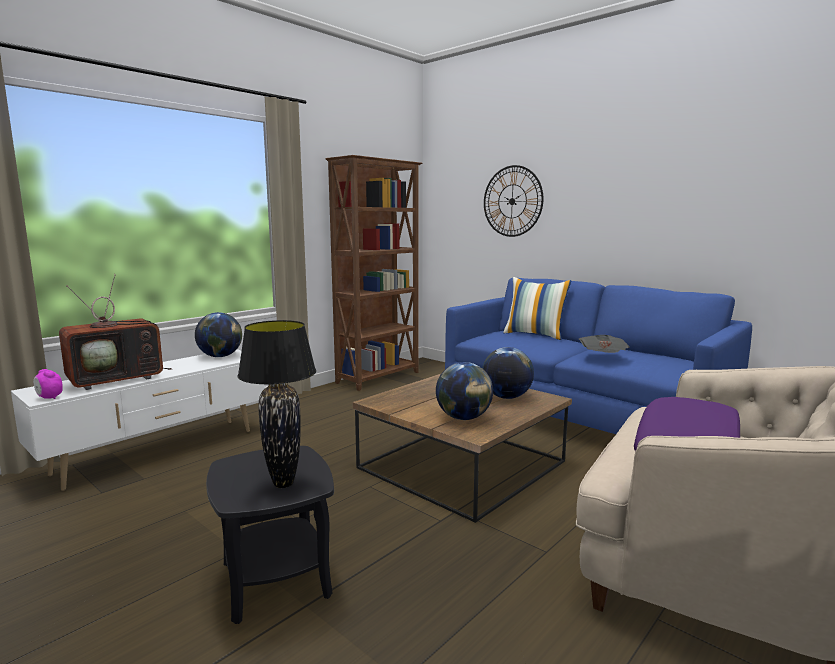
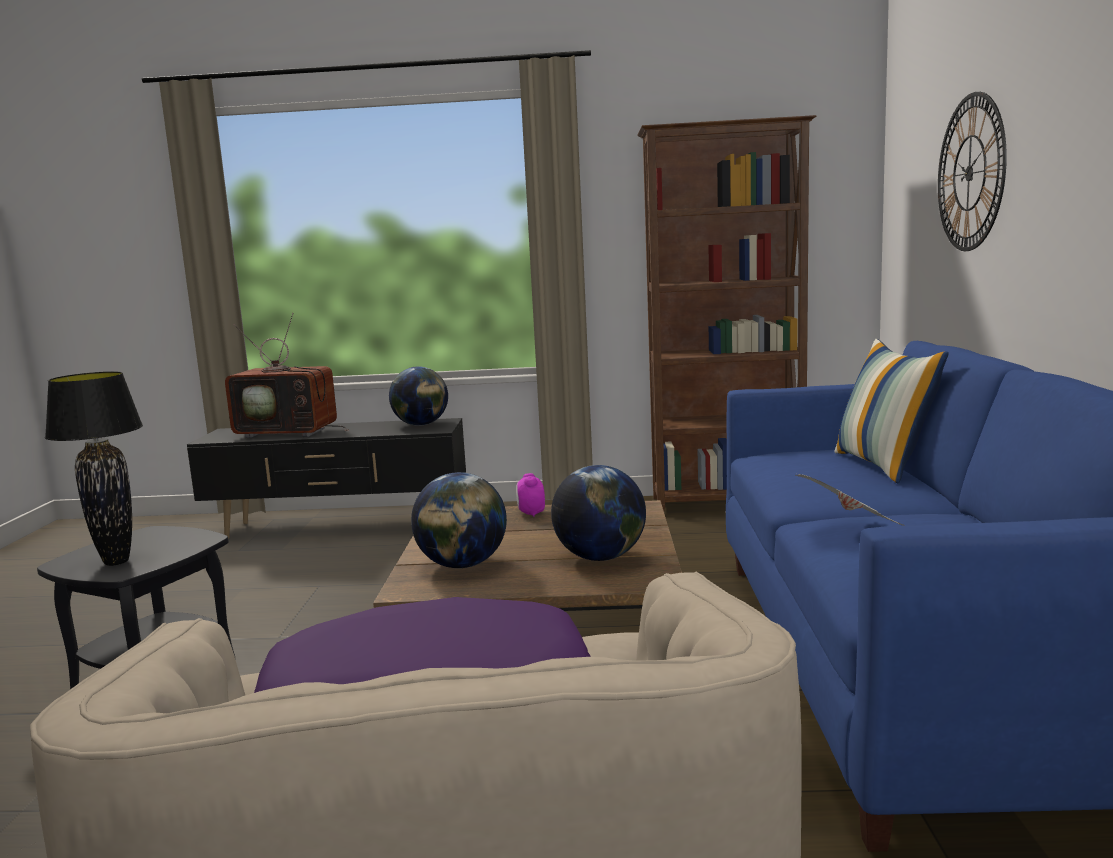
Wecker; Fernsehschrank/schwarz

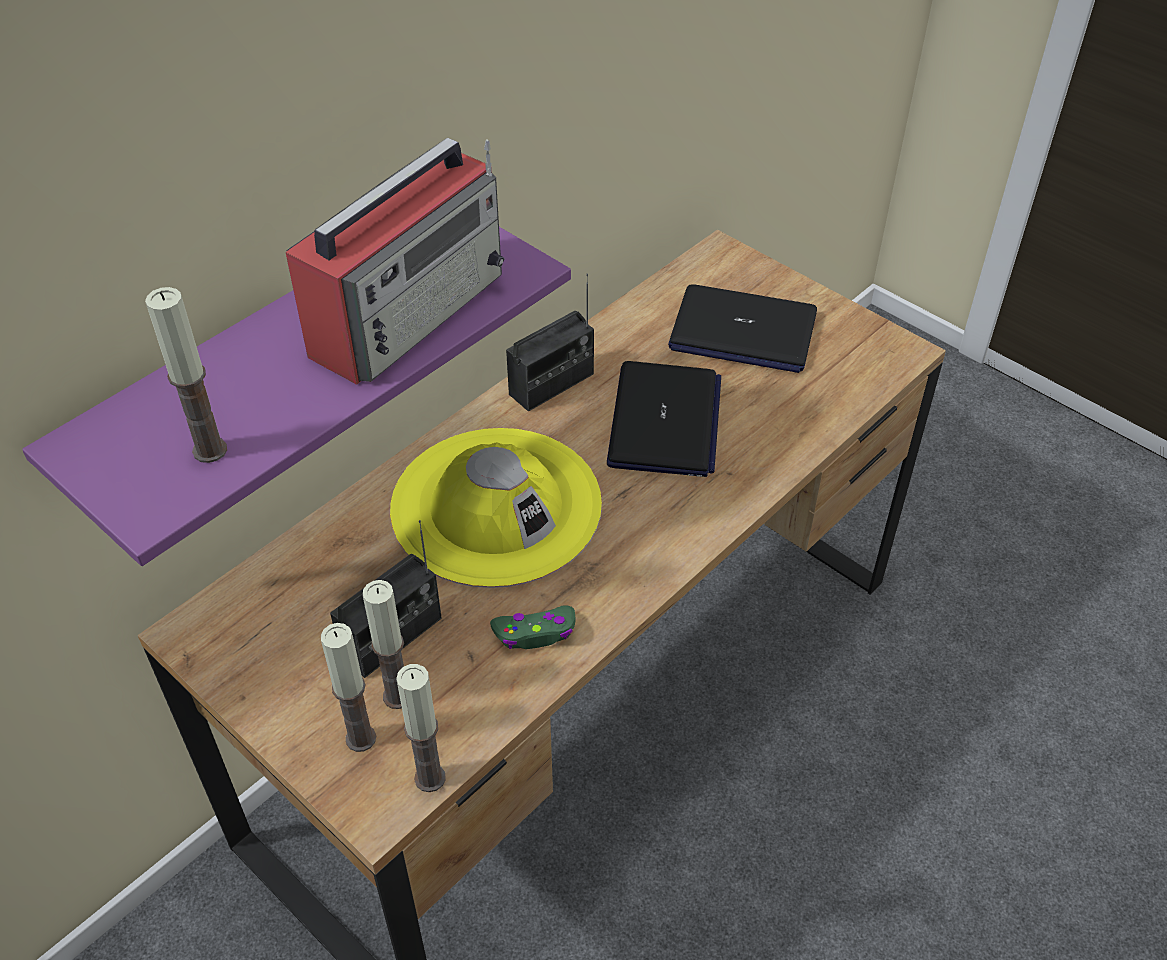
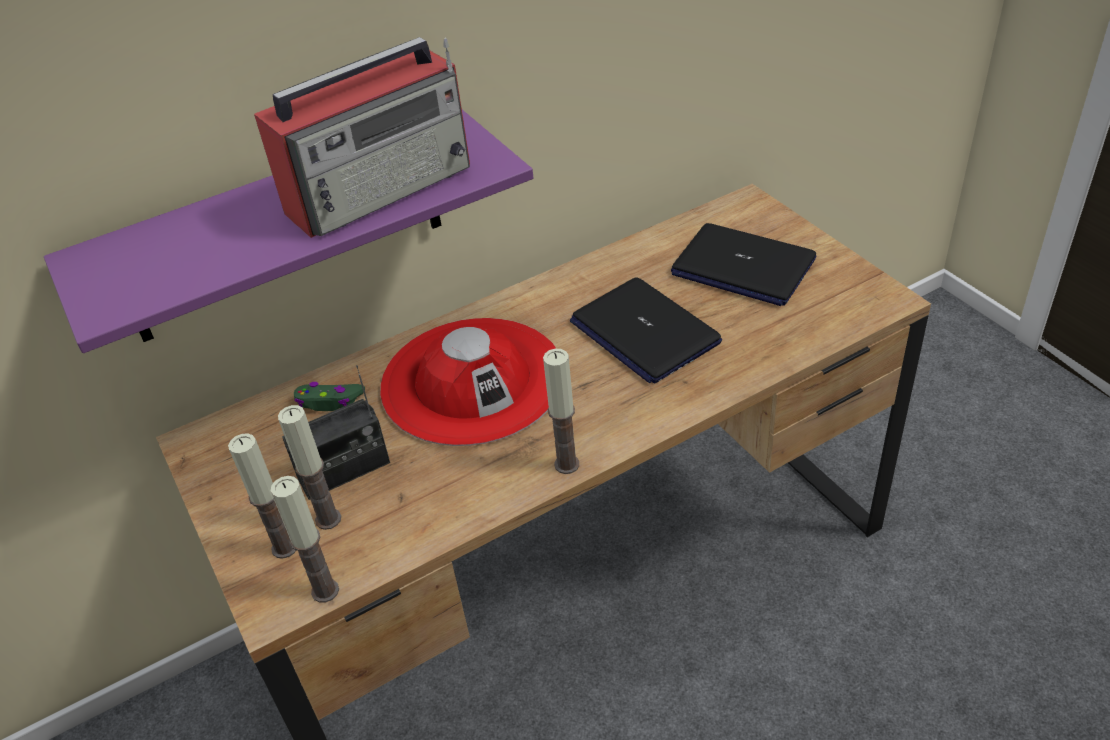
Radio (no. 3 from left in the first image); Kerze (no. 4 from left); Gamepad/grün; Hut/rot; Laptop (no. 1 from left)

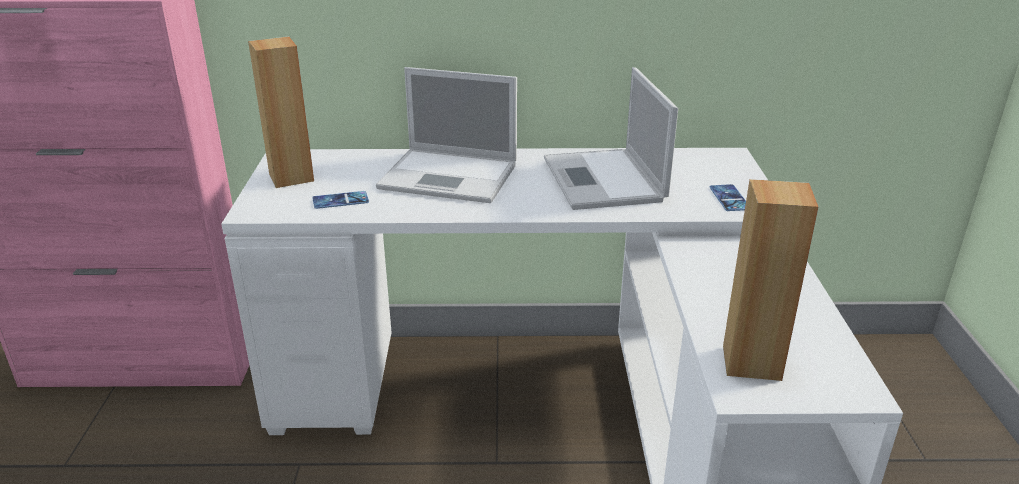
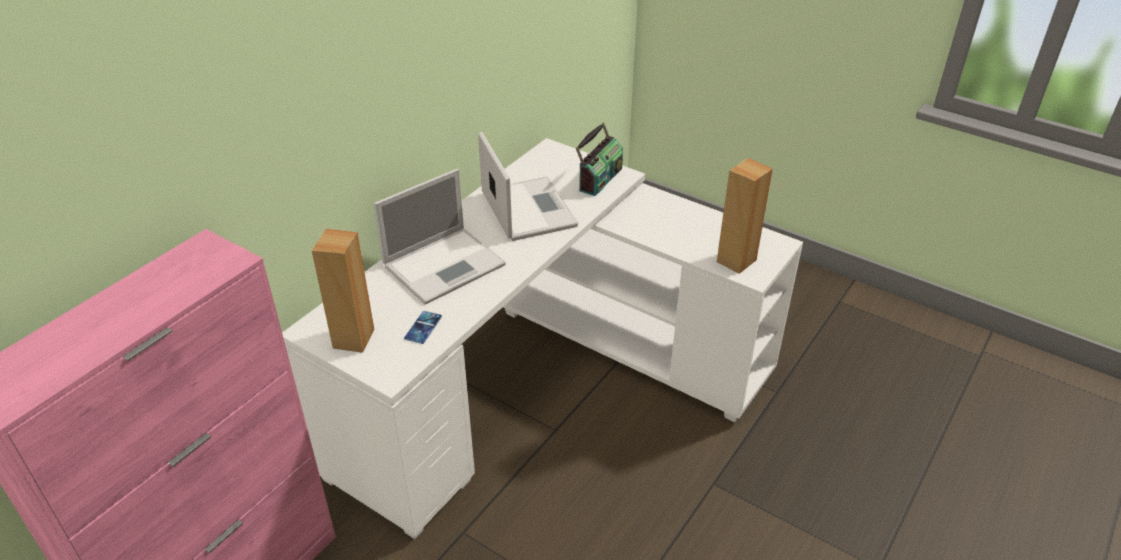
Radio; Laptop (no. 2 from left)

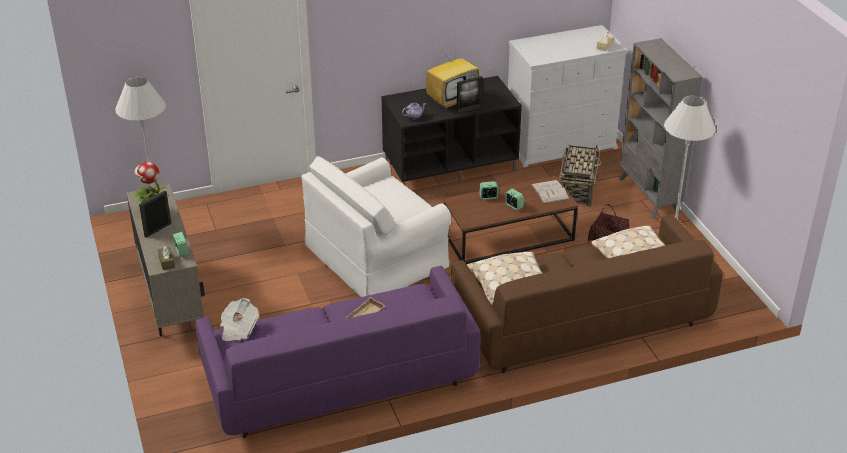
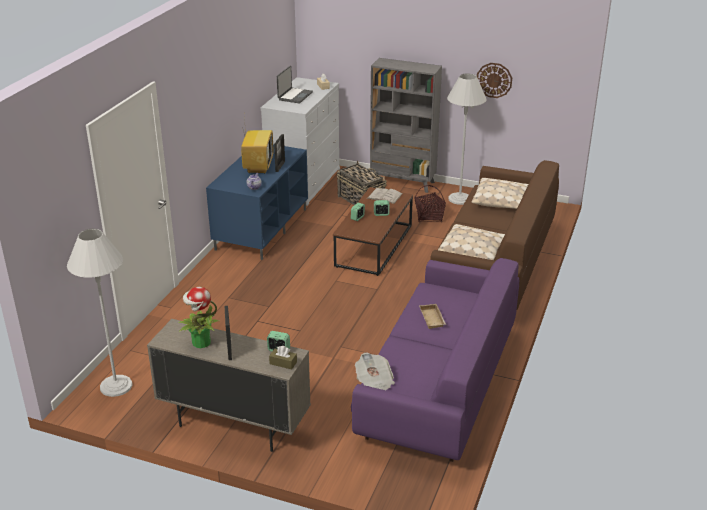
Sessel/weiß; Laptop; Wanduhr; Fernsehschrank/blau

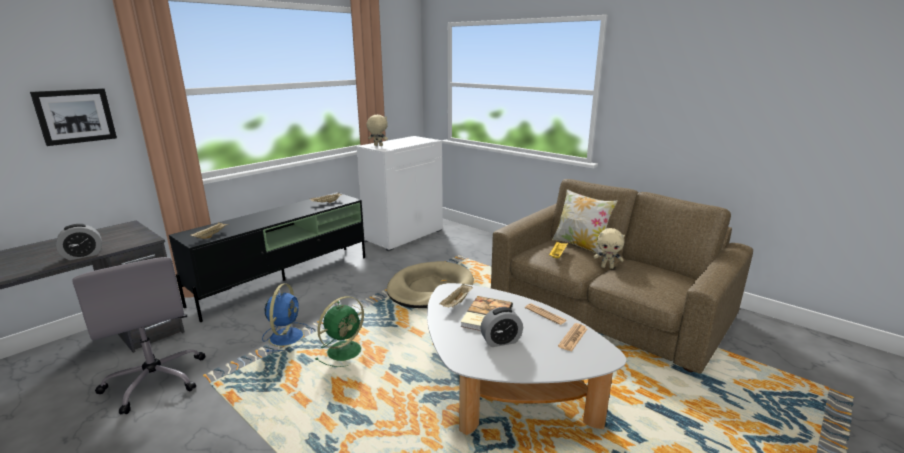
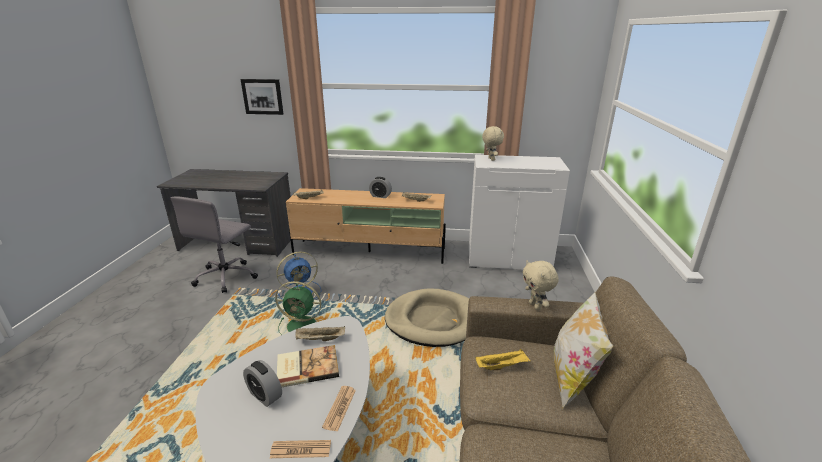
Wecker (no. 2 from left); Plüschtier/beige (no. 2 from left); Fernsehschrank/beige

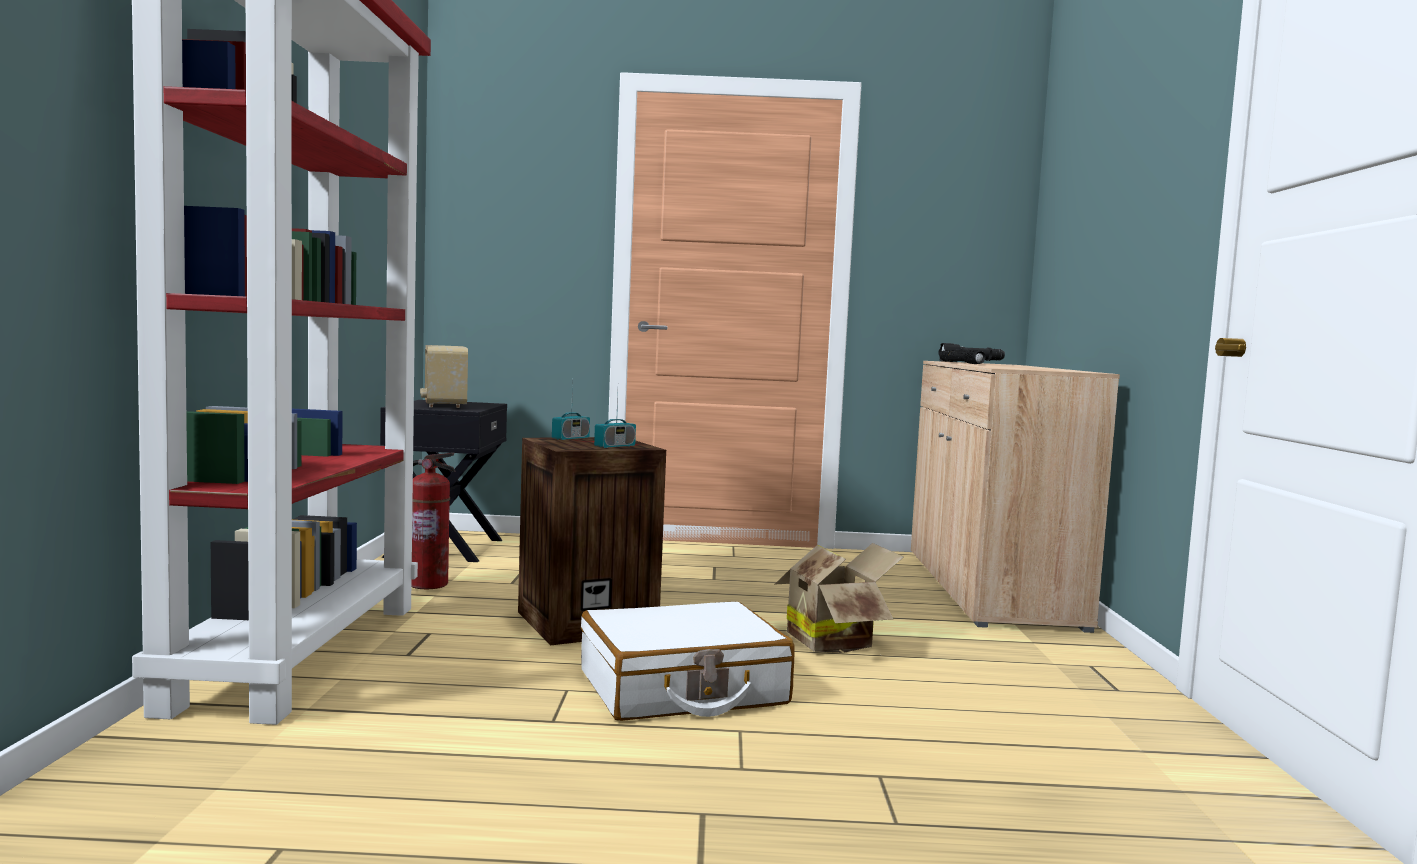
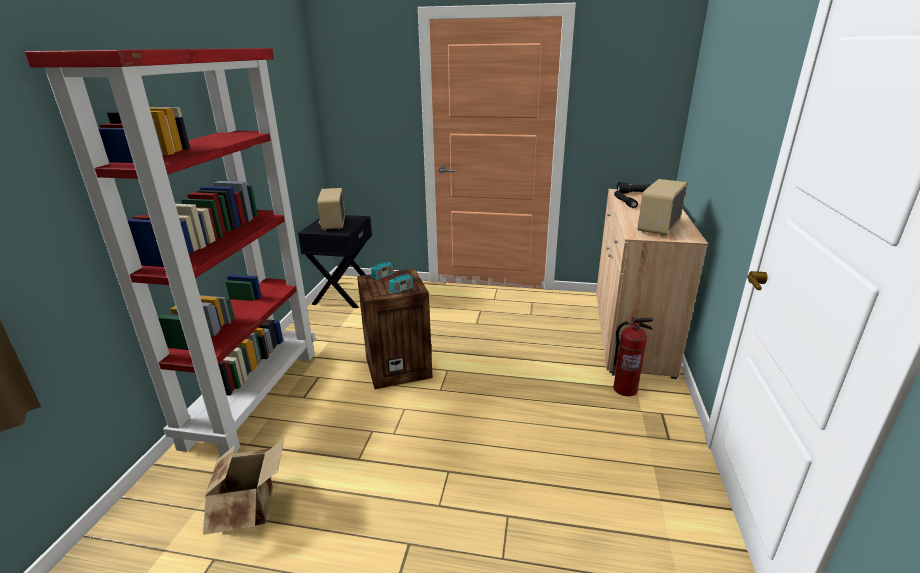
Koffer/weiß; Radio (no. 4 from left); Feuerlöscher; Karton

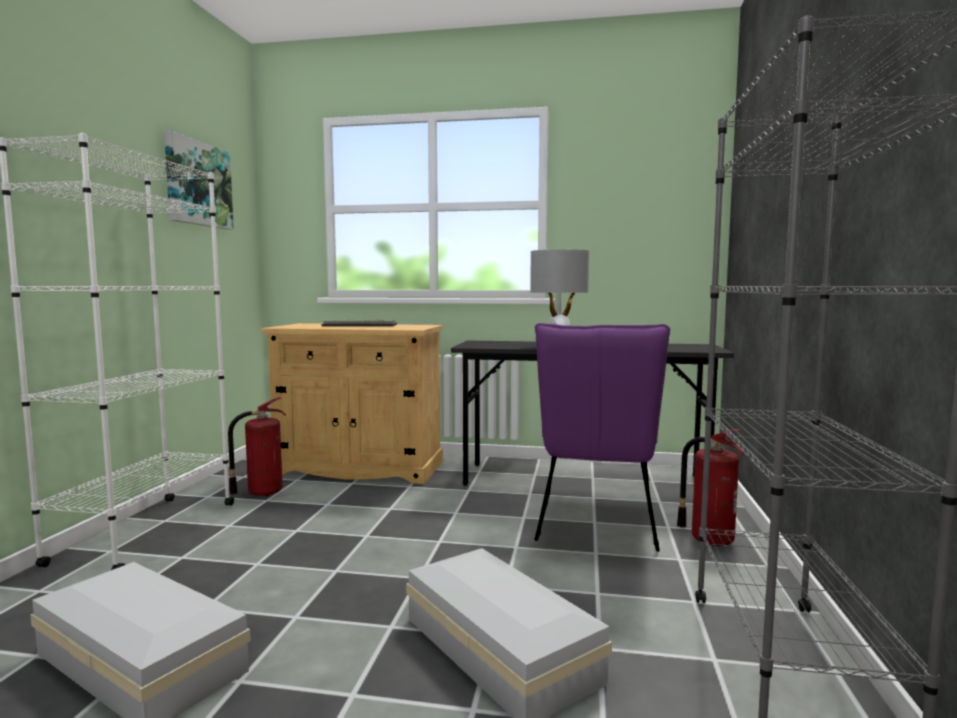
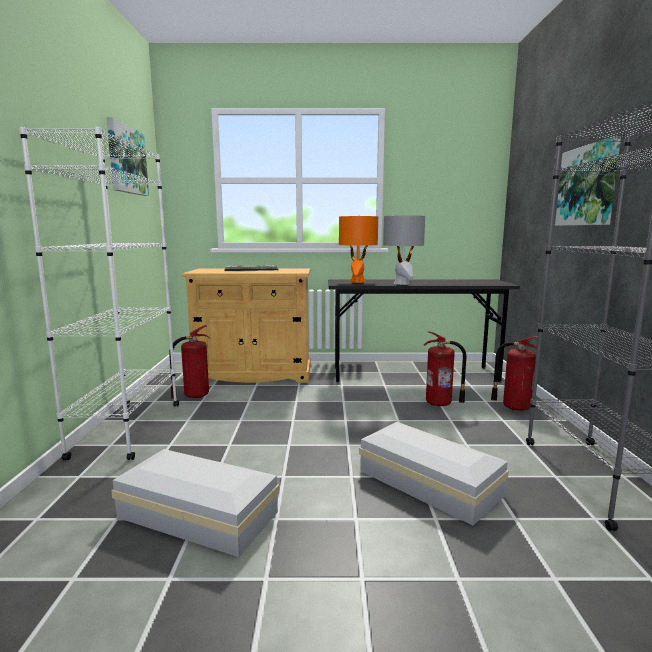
Tischlampe/orange; Bild (no. 2 from left); Feuerlöscher (no. 2 from left)

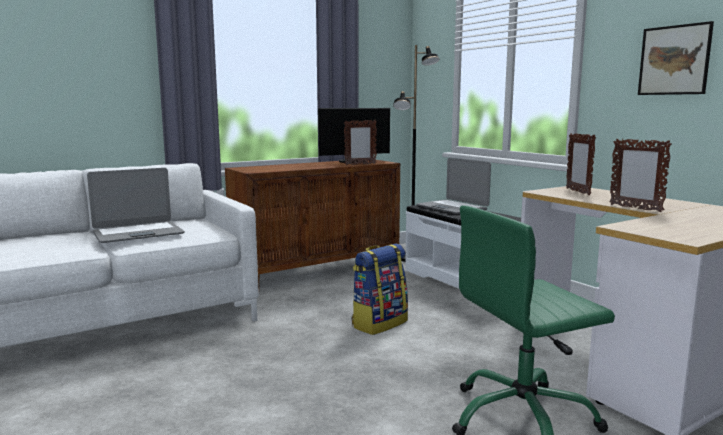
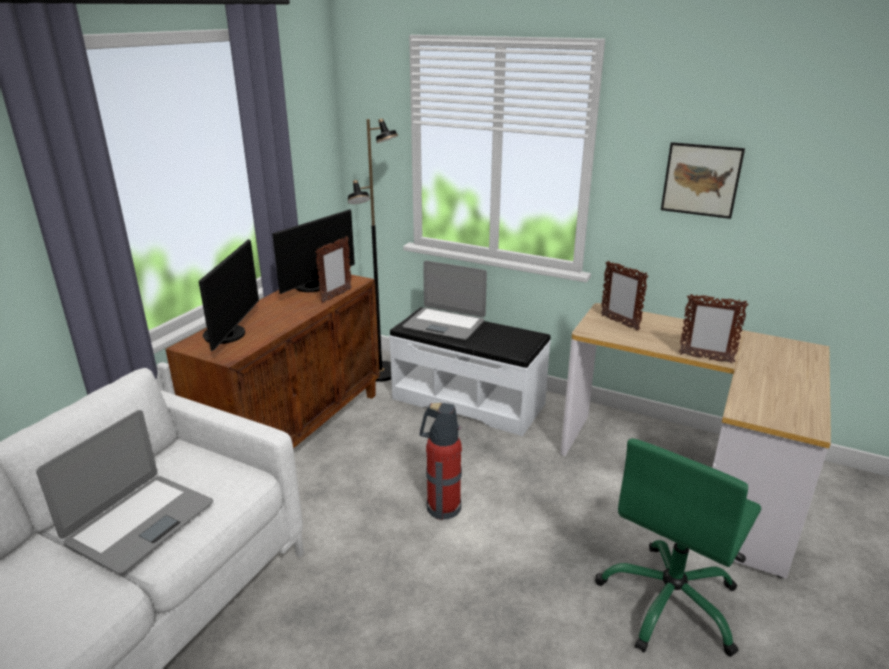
Monitor (no. 1 from left); Feuerlöscher

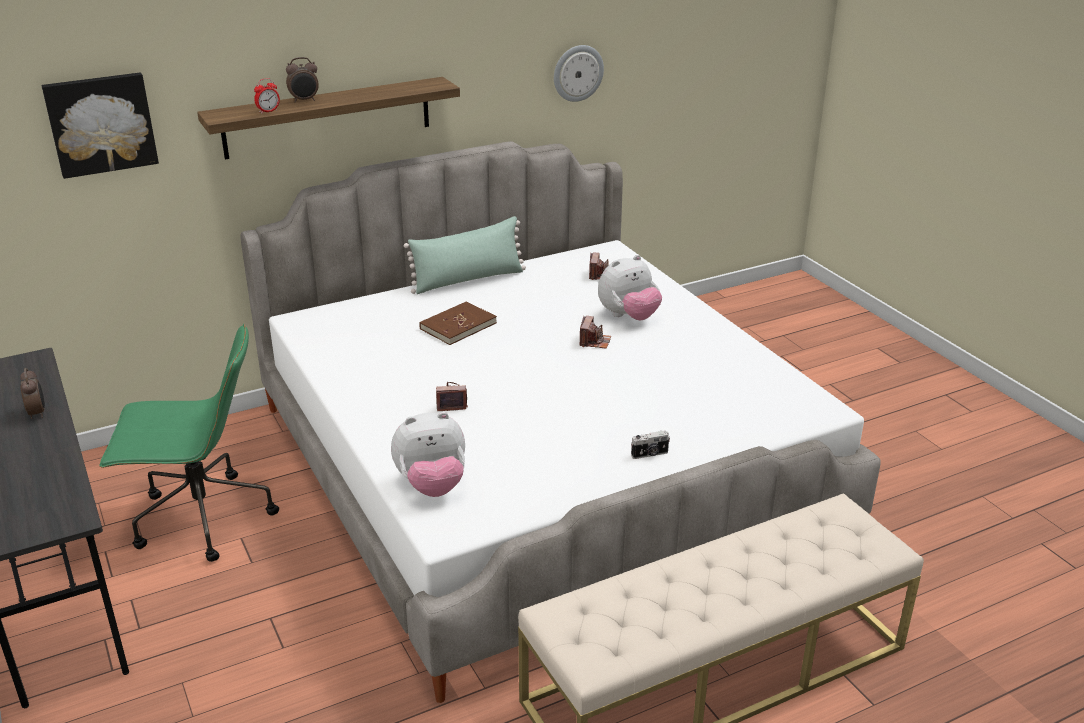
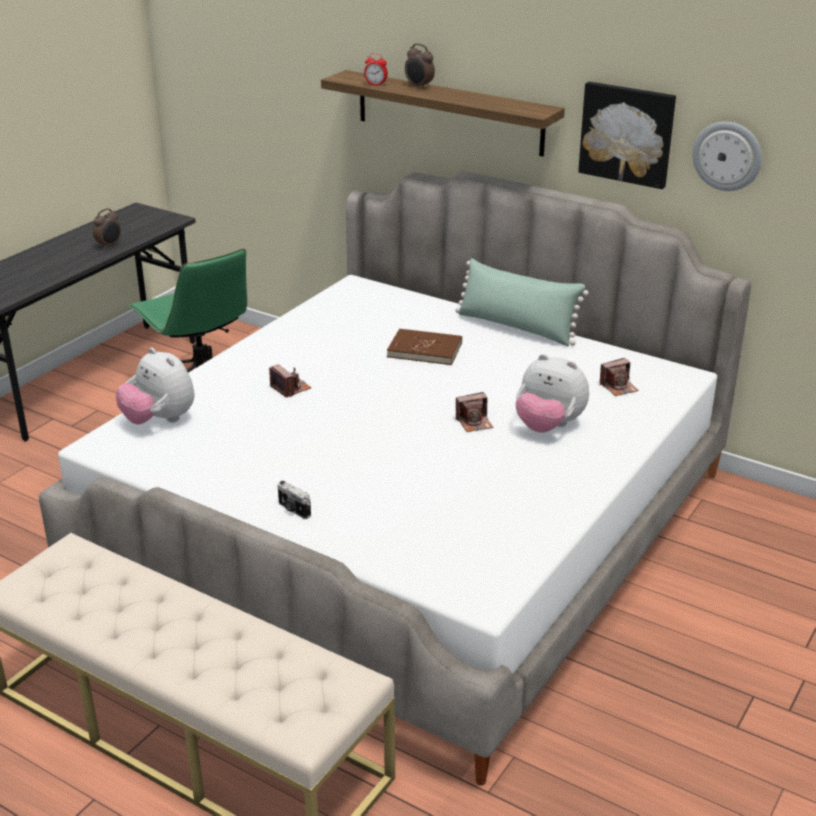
Bild

